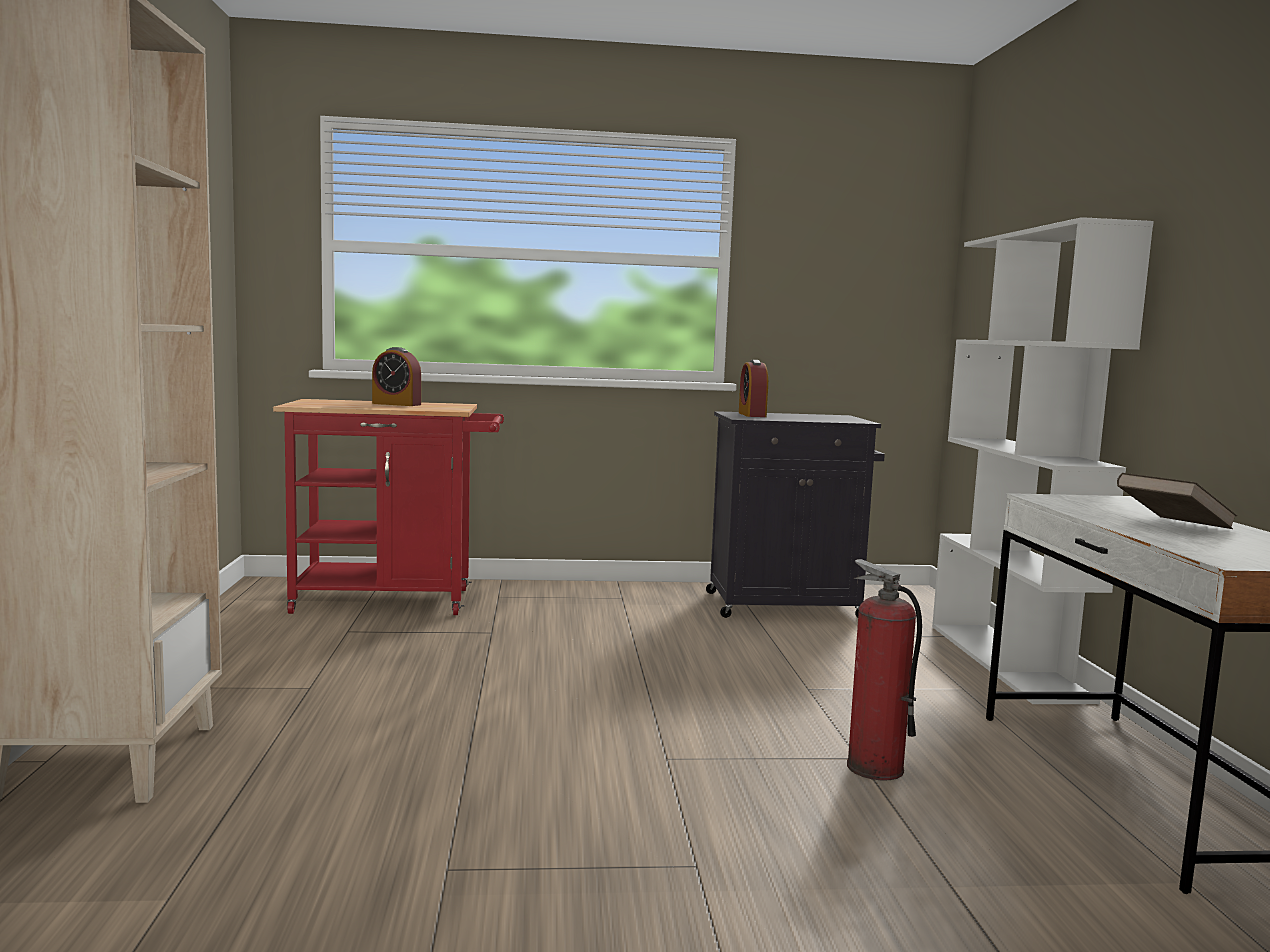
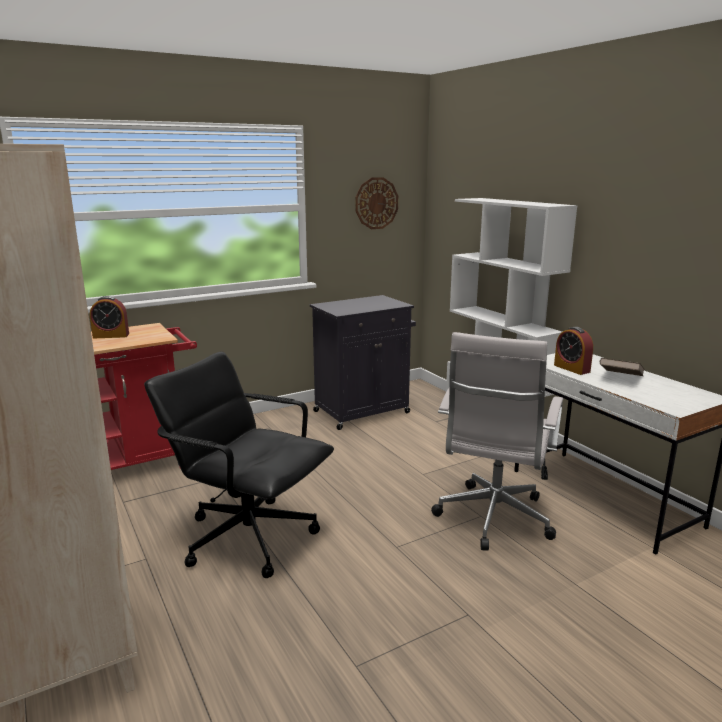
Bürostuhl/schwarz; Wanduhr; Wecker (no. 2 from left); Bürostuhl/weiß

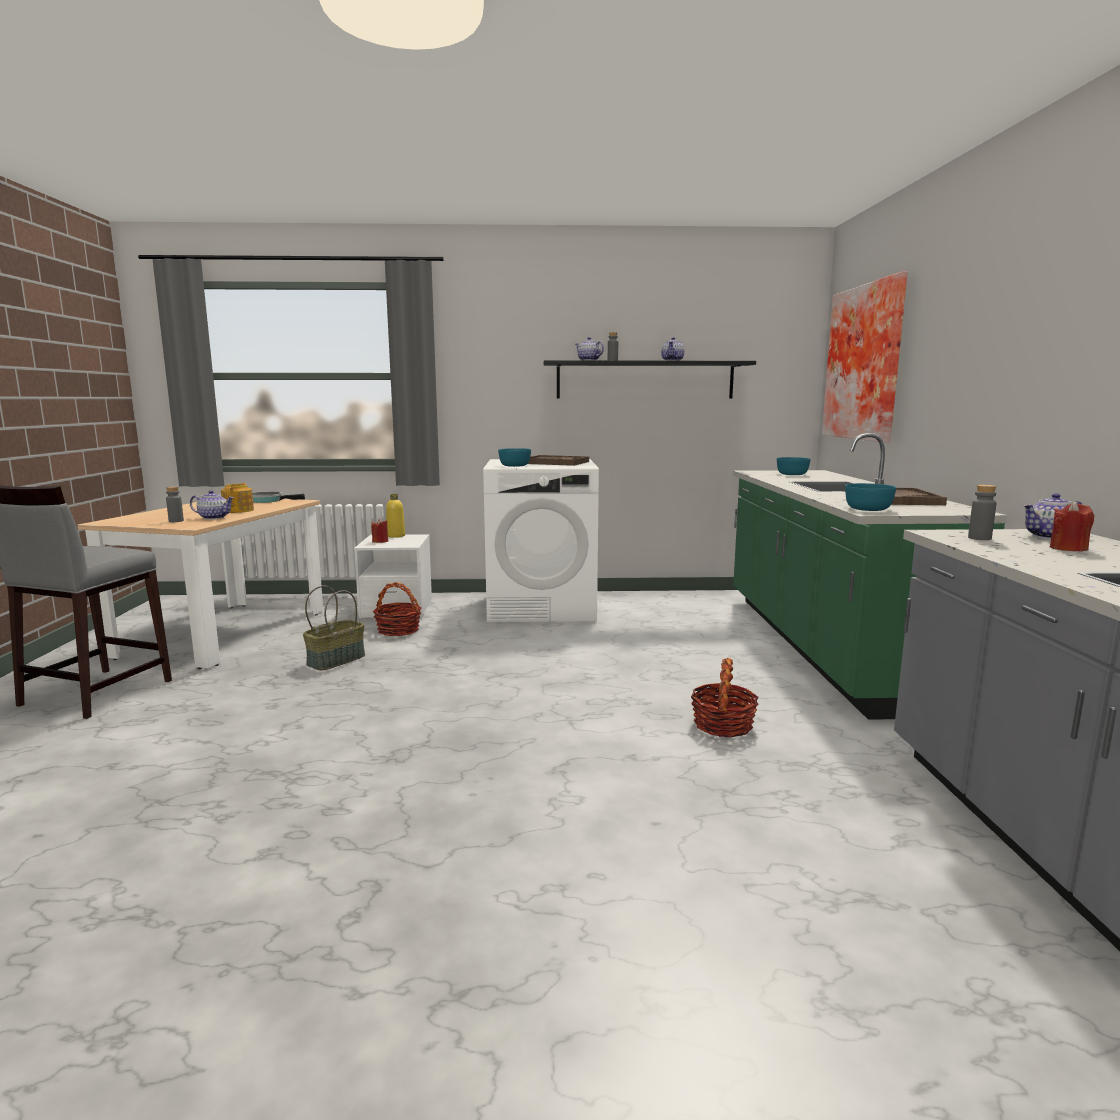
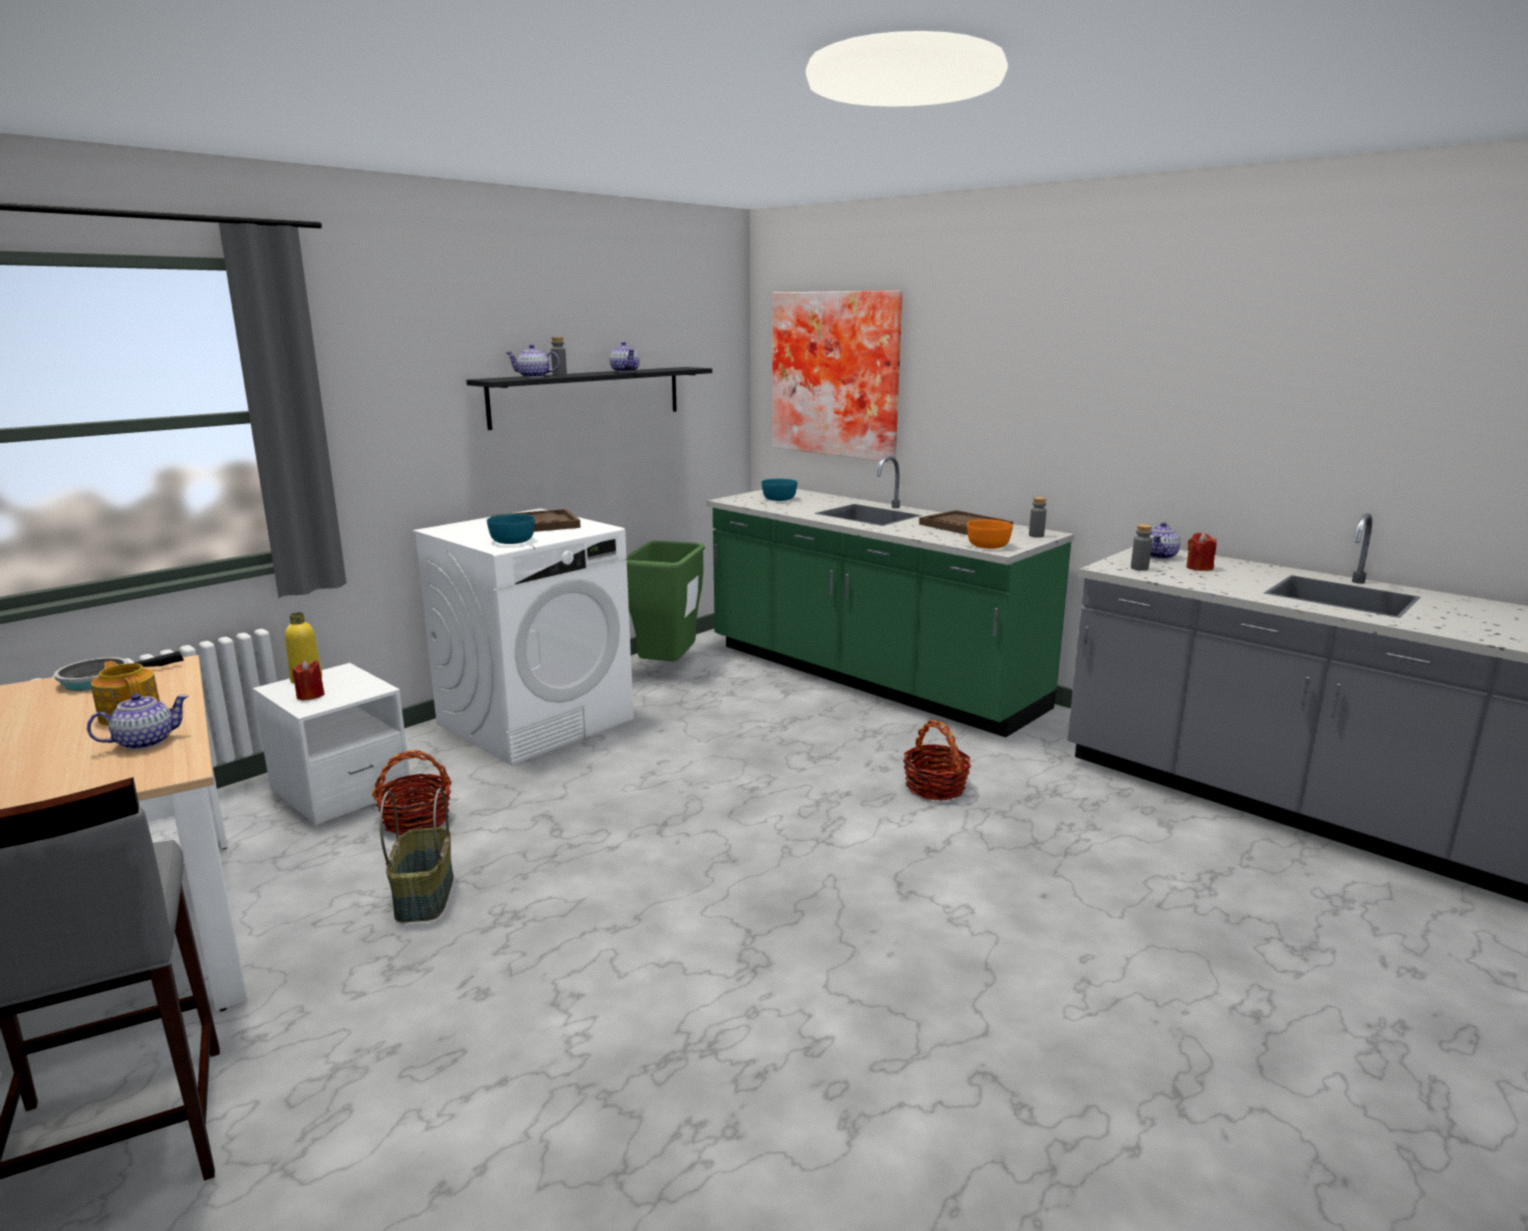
Mülleimer/grün; Flasche/grau (no. 2 from left); Schüssel/orange

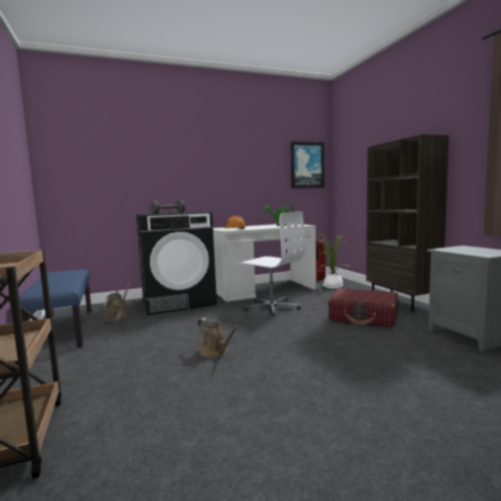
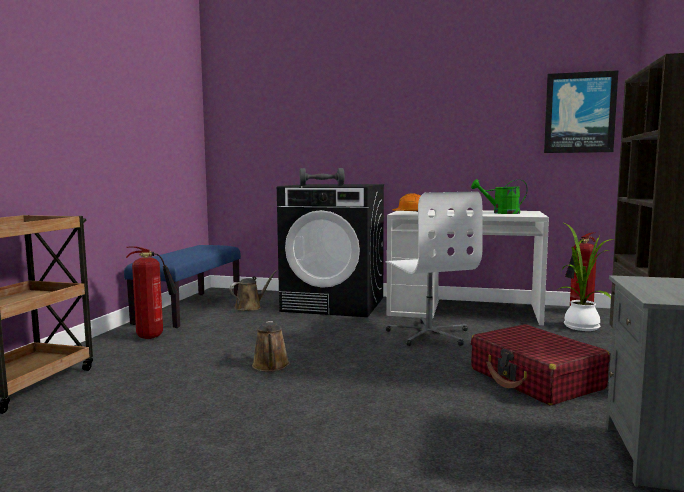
Feuerlöscher (no. 1 from left)

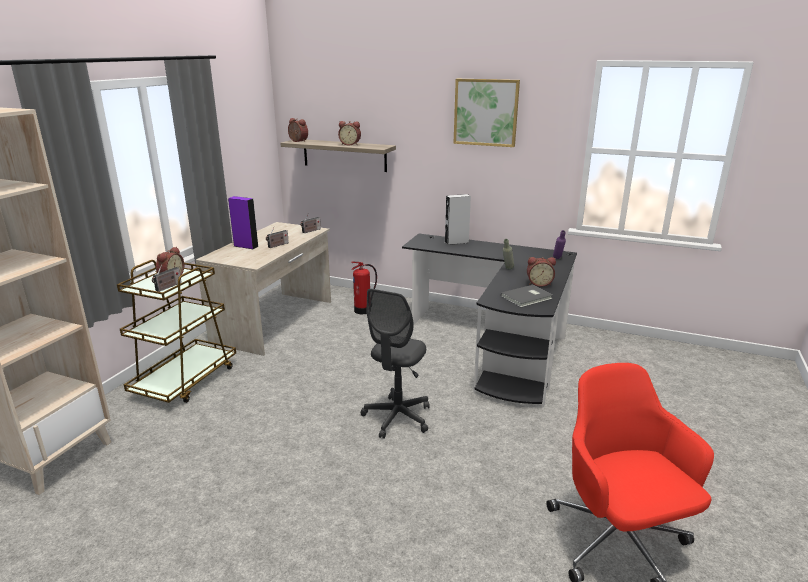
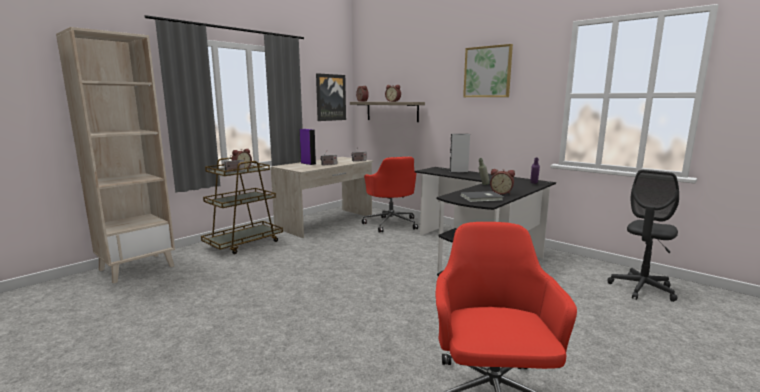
Bild (no. 1 from left); Bürostuhl/grau; Bürostuhl/rot (no. 1 from left)

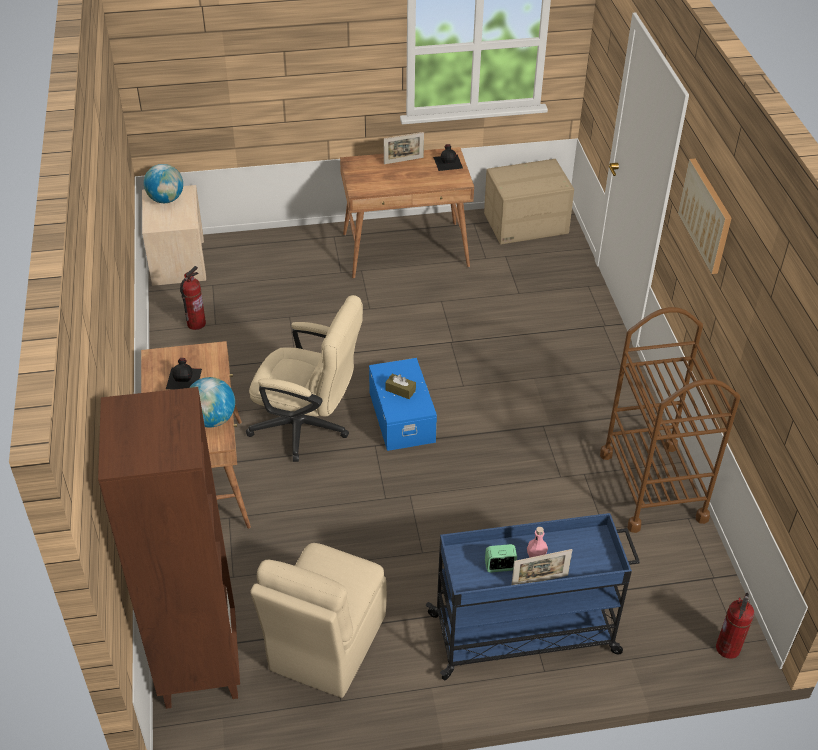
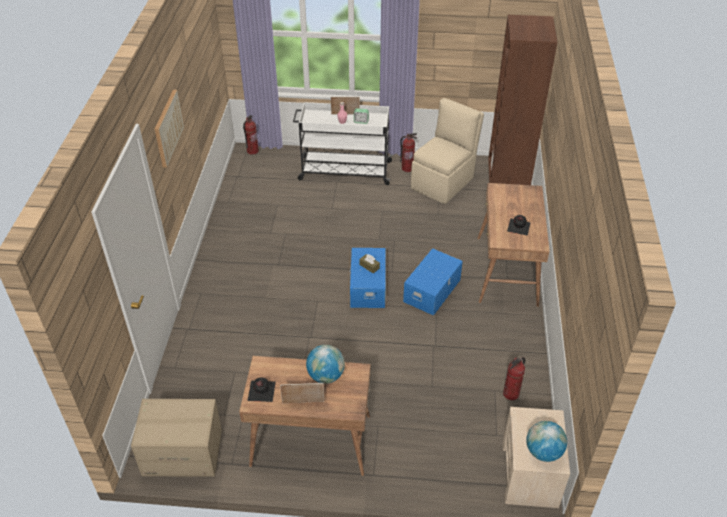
Rollwagen/braun; Feuerlöscher (no. 2 from left); Globus (no. 1 from left); Aufbewahrungsbox/blau (no. 2 from left); Rollwagen/weiß

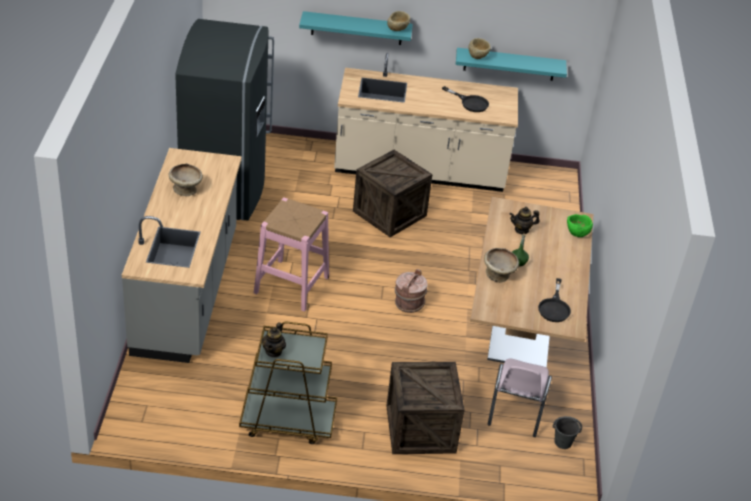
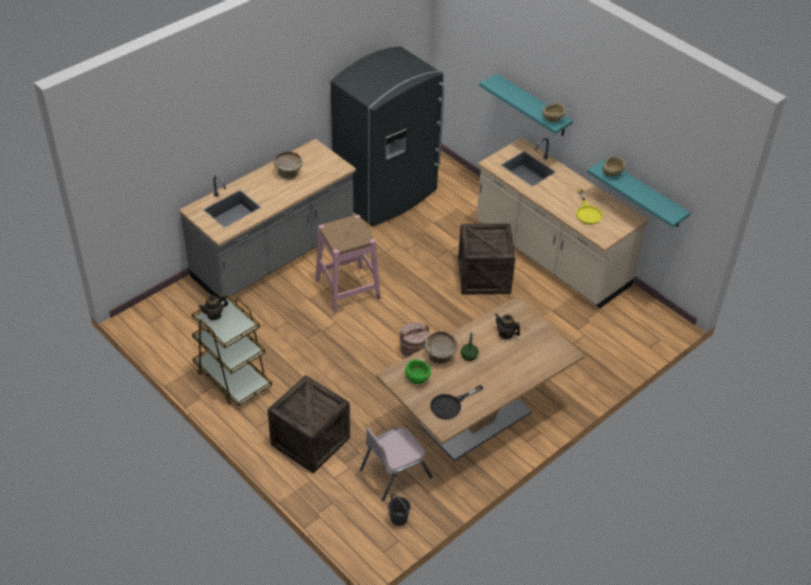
Schüssel/grün; Pfanne/gelb

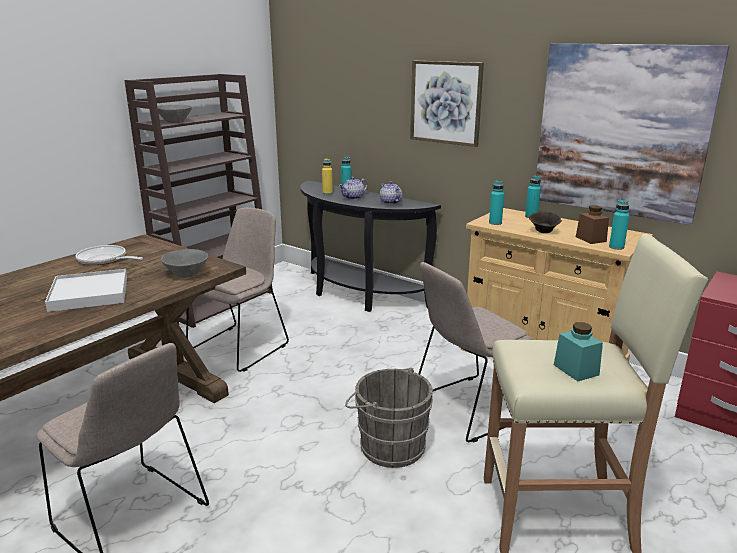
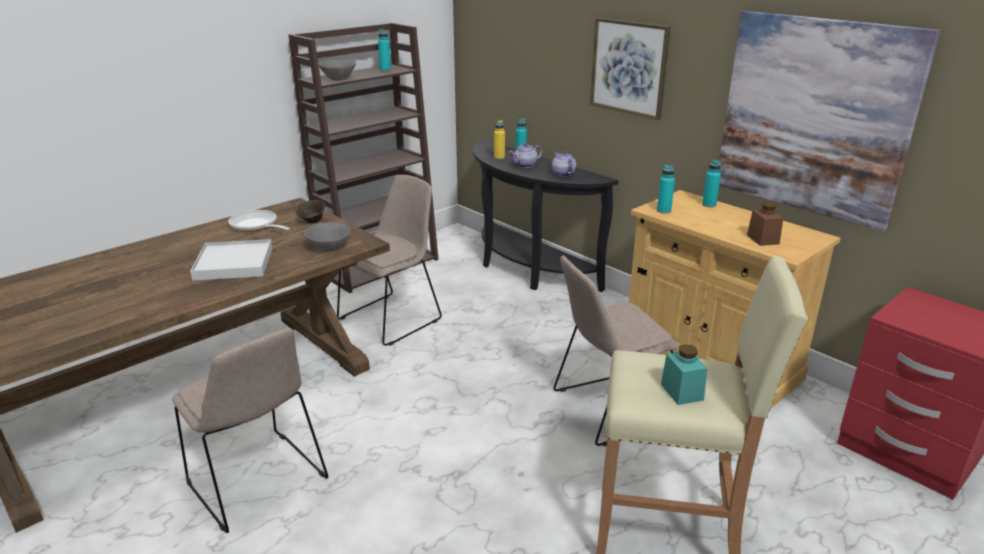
Eimer/grau; Schüssel/braun; Flasche/türkis (no. 1 from left)

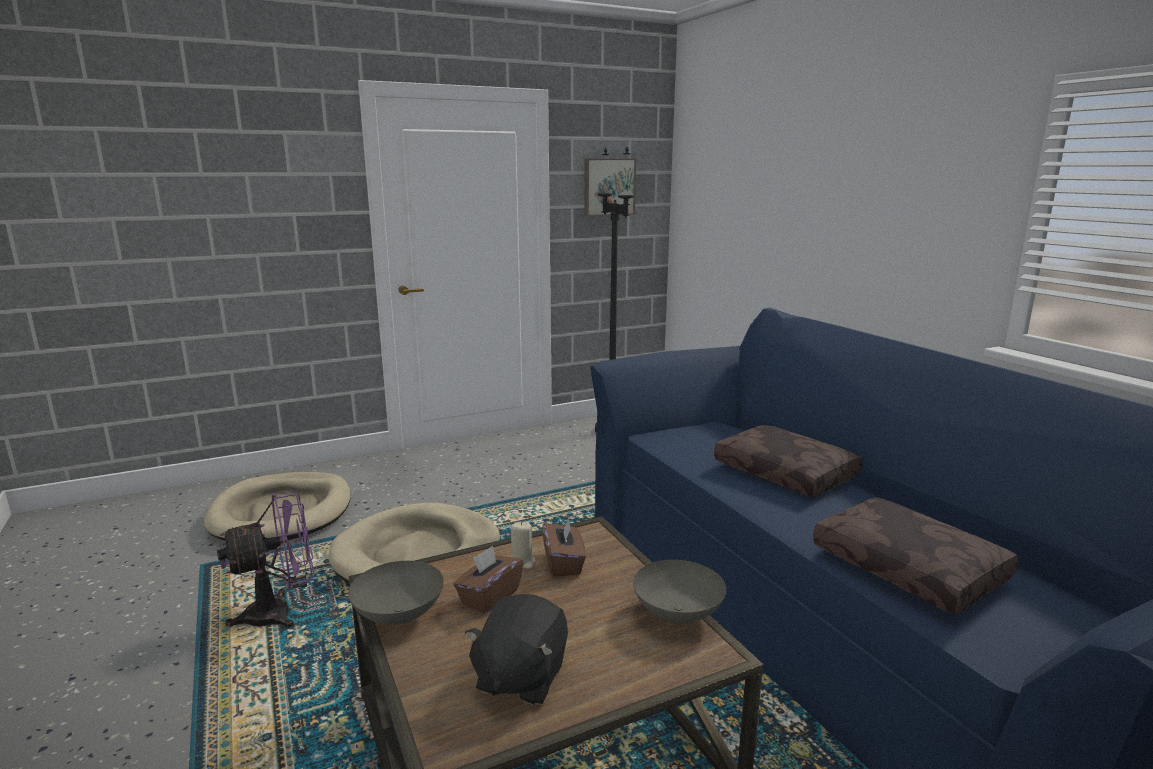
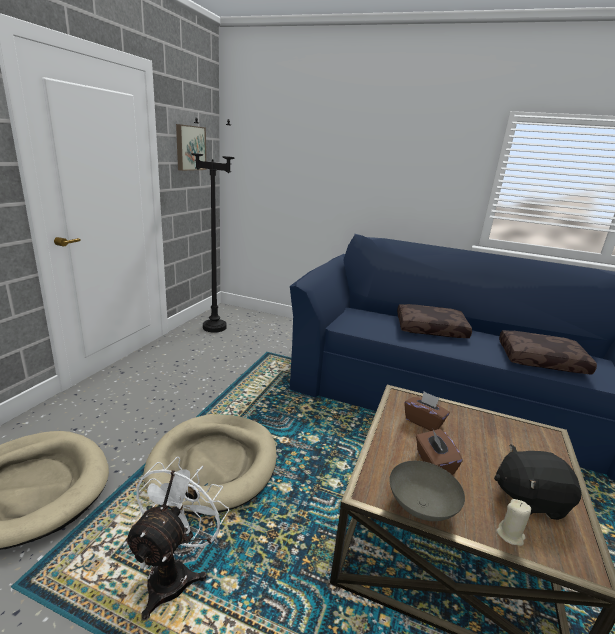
Schüssel/grau (no. 2 from left in the first image); Kerze/beige; Ventilator/weiß; Plüschtier/schwarz

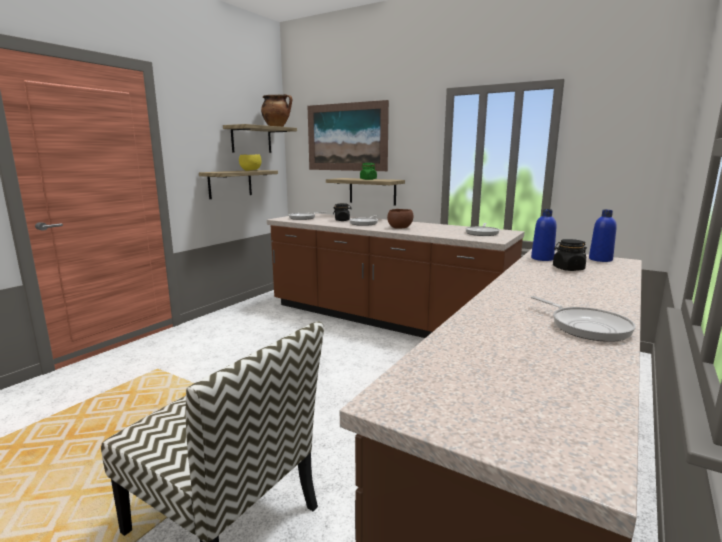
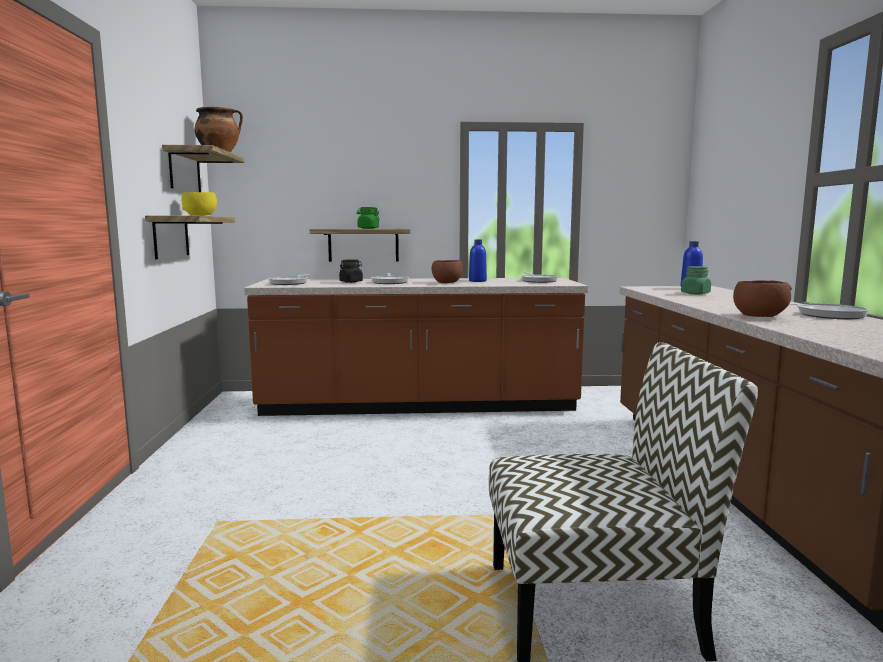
Bild; Schüssel/braun (no. 2 from left); Flasche/blau (no. 1 from left); Vorratsglas/grün (no. 2 from left)

